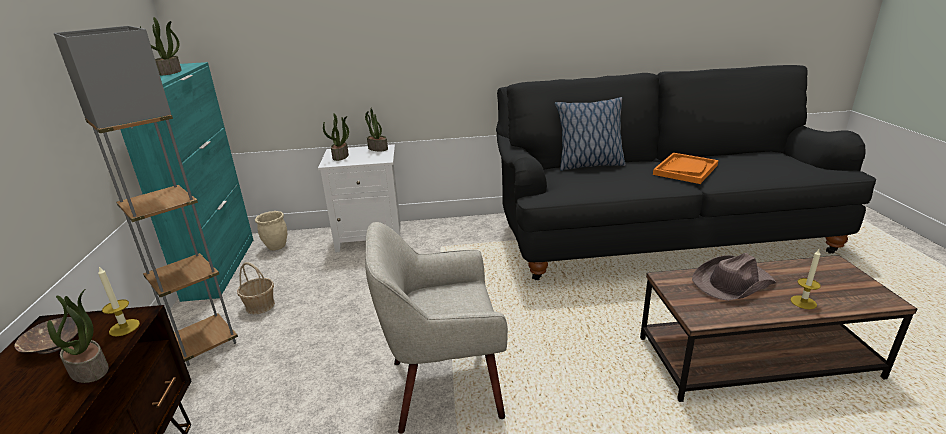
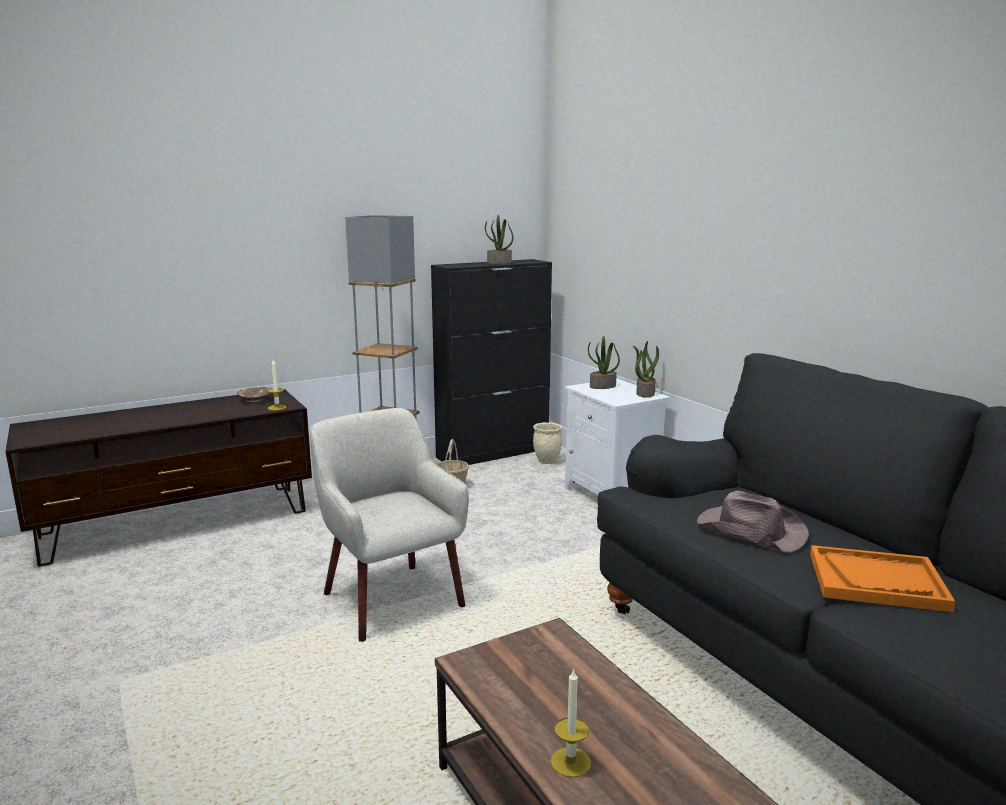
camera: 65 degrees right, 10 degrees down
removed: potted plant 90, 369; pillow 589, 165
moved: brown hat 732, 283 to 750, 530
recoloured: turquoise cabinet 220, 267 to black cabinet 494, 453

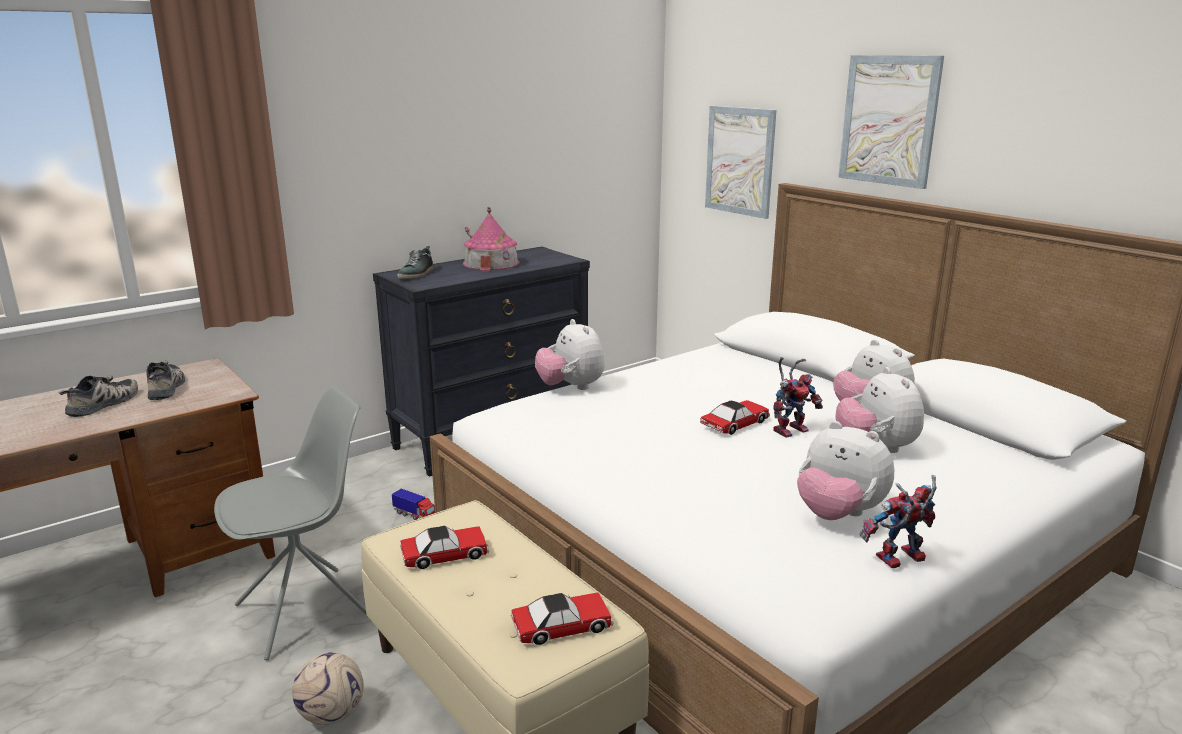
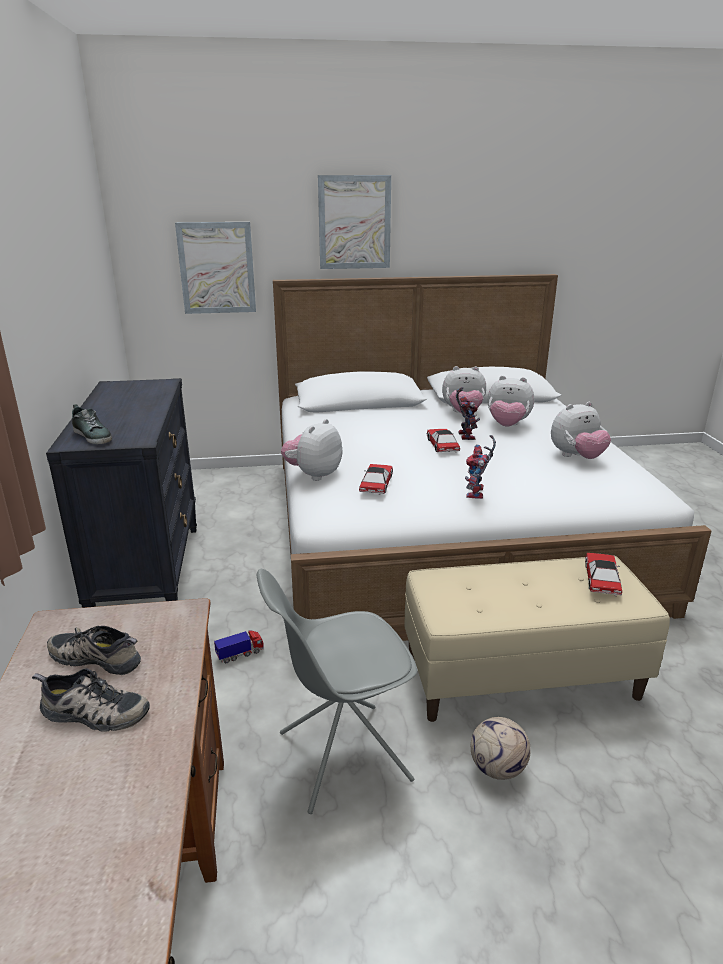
camera: 60 degrees left, 5 degrees up
removed: toy house 491, 263
moved: toy car 445, 555 to 376, 484; toy robot 899, 560 to 477, 494
turned: shoe 104, 404 = 92, 714 135 degrees clockwise; grey chair 307, 611 = 341, 756 105 degrees counterclockwise; plush toy 571, 387 = 313, 475 120 degrees clockwise

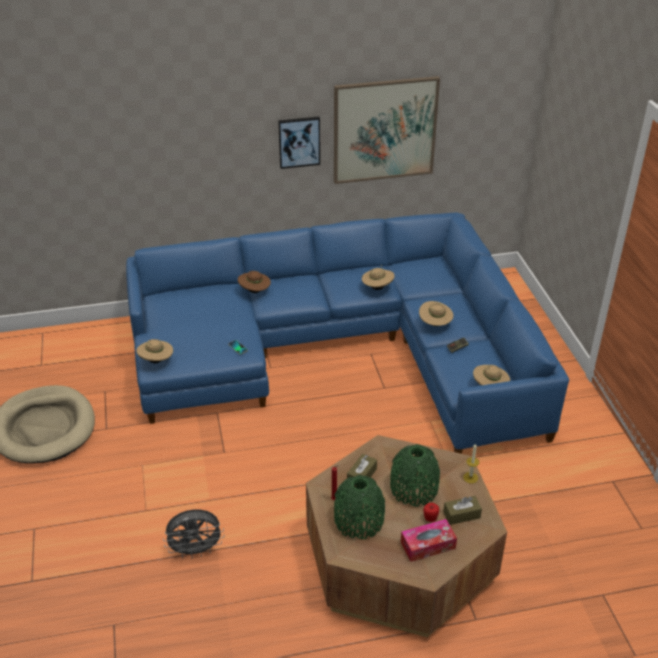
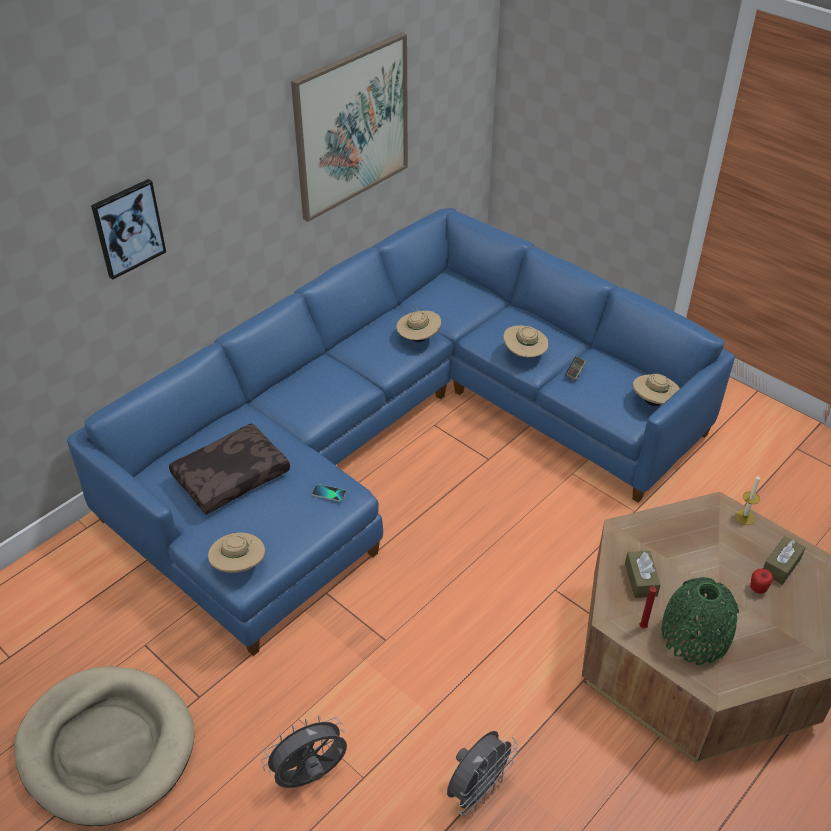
camera: 35 degrees left, 5 degrees up
removed: brown hat 255, 291; green vase 414, 489; tissue box 428, 545
added: brown pillow 231, 475; grey fan 310, 777
moved: picture 299, 142 to 128, 228

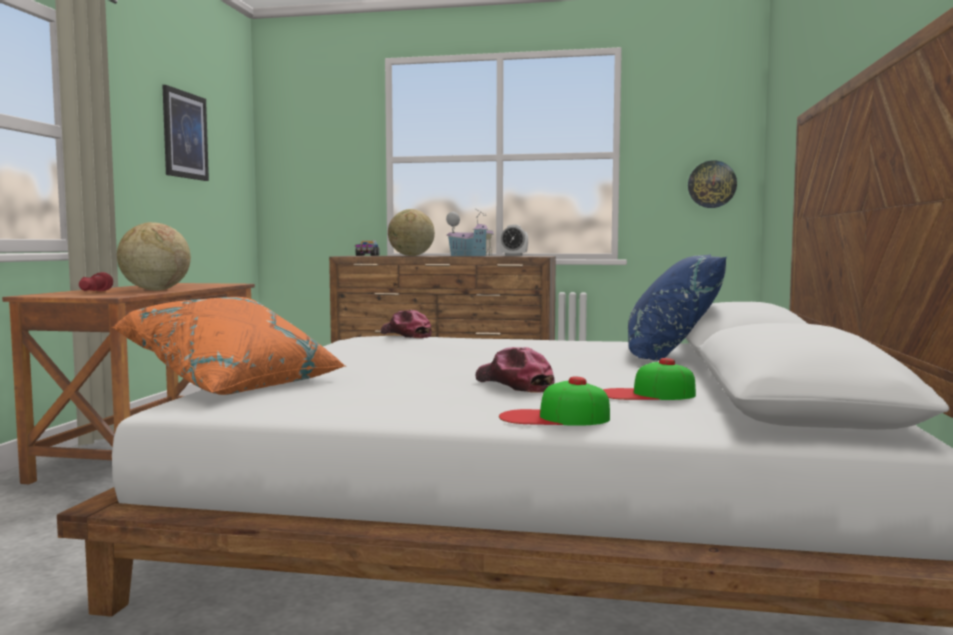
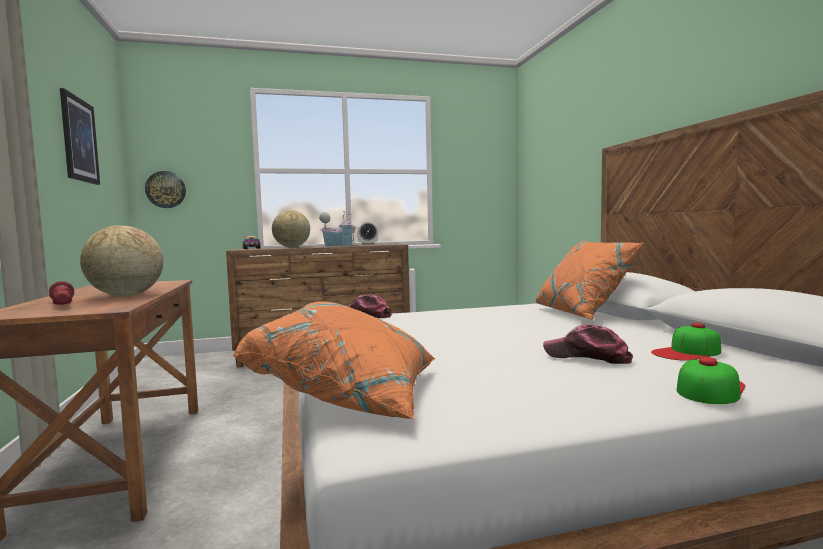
camera: 25 degrees left, 0 degrees up
moved: wall clock 712, 184 to 166, 189
recoloured: blue pillow 671, 355 to orange pillow 583, 314
turned: cap 554, 418 = 709, 388 150 degrees clockwise

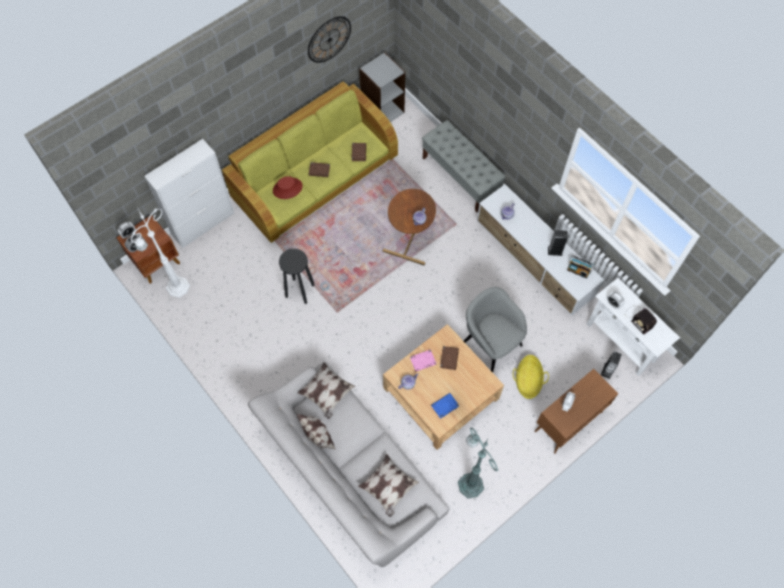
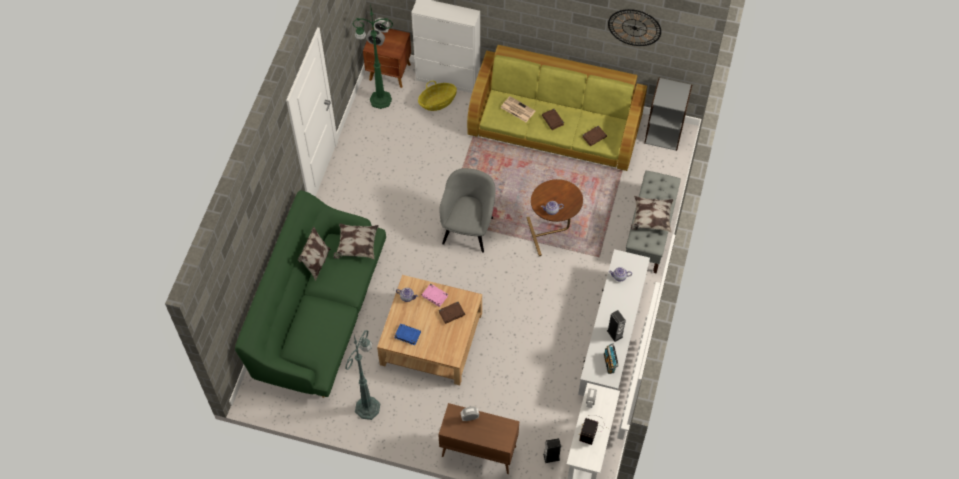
camera: 55 degrees right, 5 degrees down
removed: black stool 299, 290
moved: pillow 388, 487 to 651, 219; grey armchair 491, 342 to 468, 229; basket 528, 381 to 437, 102
replaced: red hat 287, 188 to newspaper 517, 109
recoloured: white floor lamp 177, 288 to green floor lamp 379, 99; grey sofa 350, 469 to green sofa 318, 313

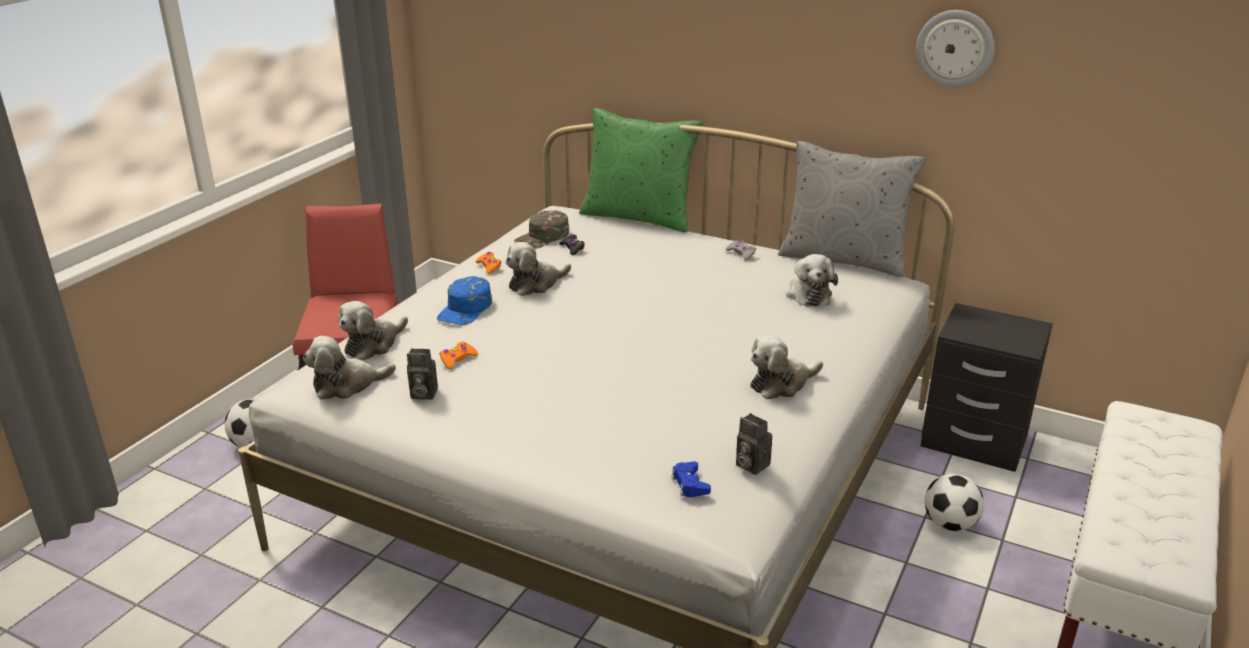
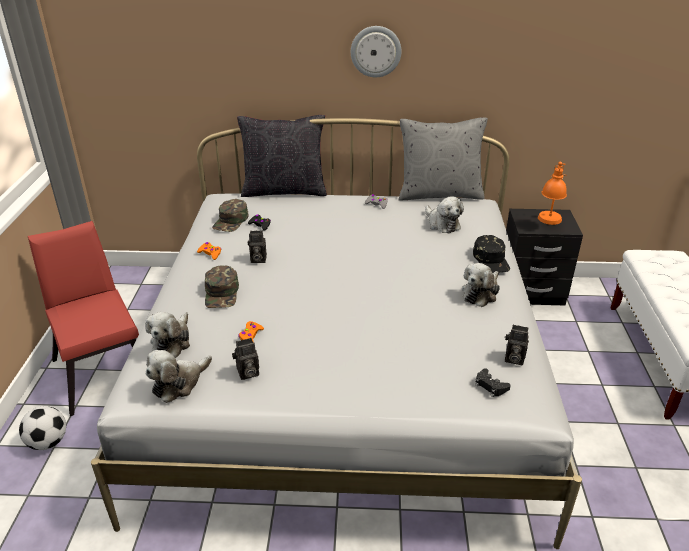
camera: 25 degrees left, 5 degrees up
removed: football 950, 524
added: black cap 491, 260; orange table lamp 548, 223
moved: wall clock 955, 48 to 375, 51
replaced: plush toy 535, 284 to photo camera 257, 259
recoloured: blue cap 465, 309 to green cap 222, 293; green pillow 638, 217 to black pillow 284, 191; blue game controller 690, 484 to black game controller 490, 386

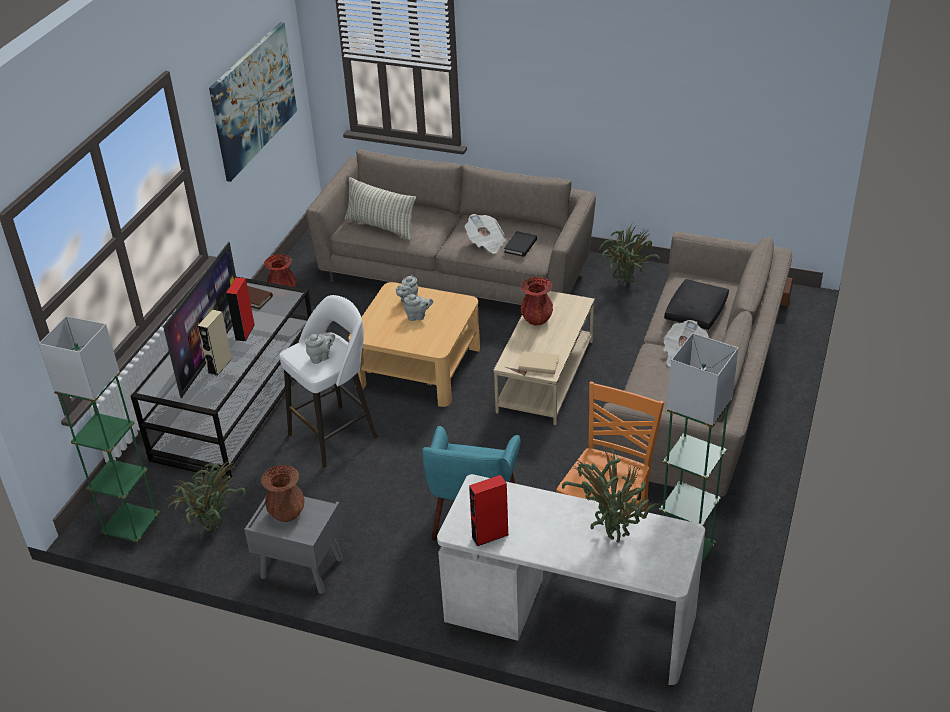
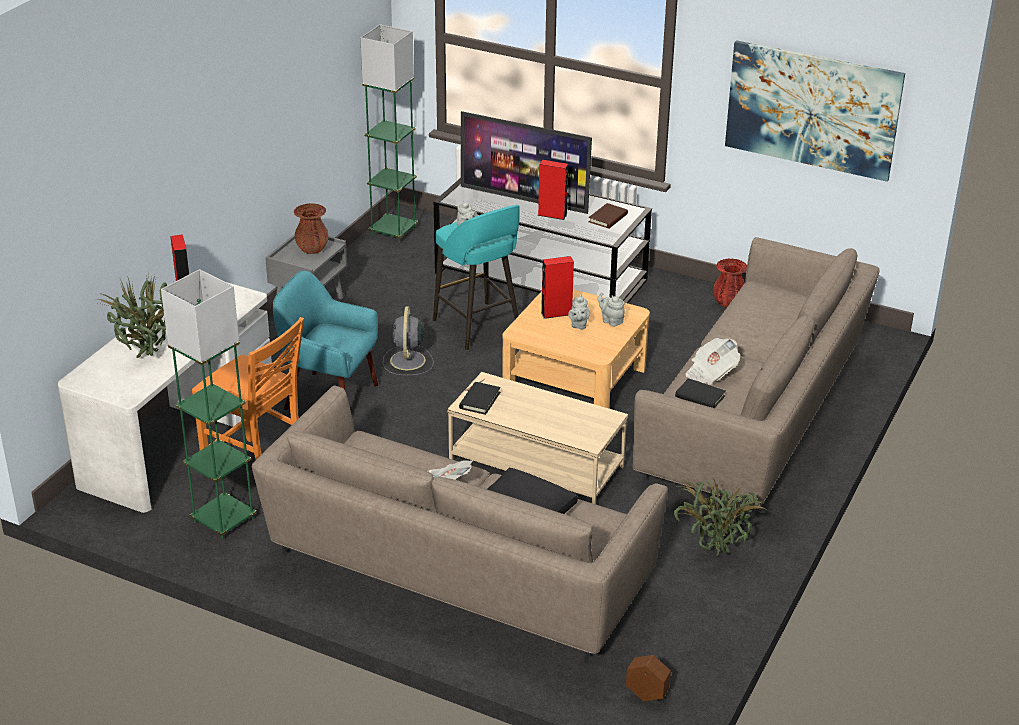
camera: 95 degrees right, 5 degrees down
removed: potted plant 212, 528; beige speaker 220, 365; pillow 381, 227; red vase 537, 319
added: grey fan 407, 361; red speaker 556, 313
recoloured: white stool 335, 435 to turquoise stool 478, 327; beige book 538, 365 to black book 479, 400

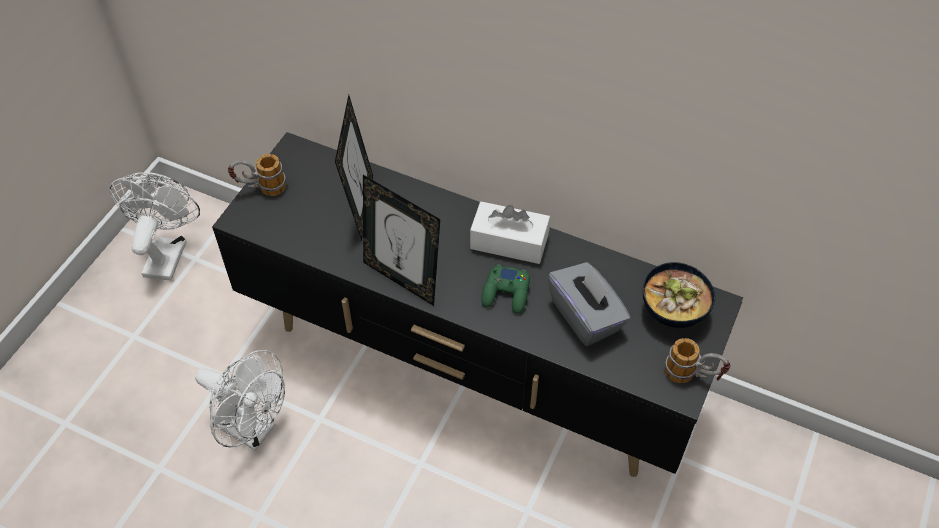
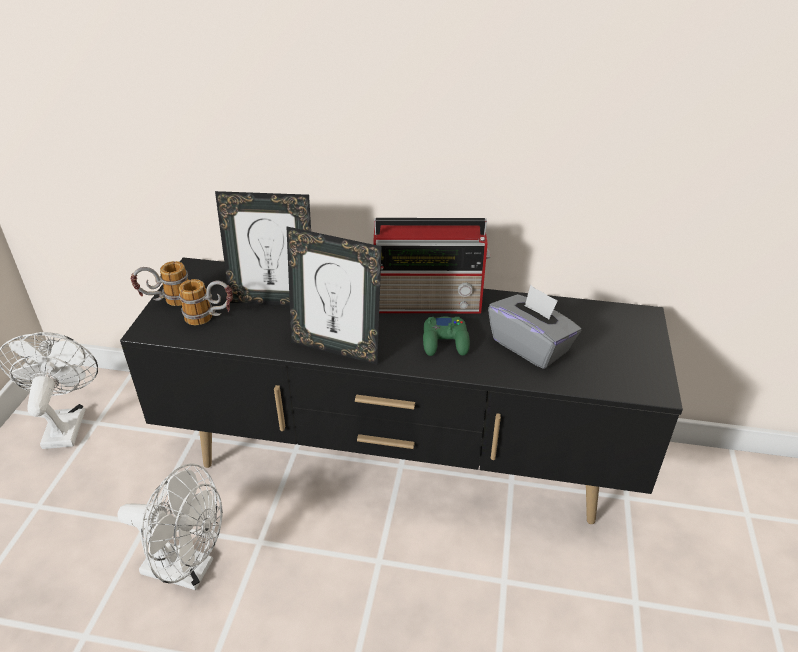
camera: 15 degrees left, 15 degrees down
removed: bowl 673, 310
moved: mug 692, 376 to 211, 318
replaced: white tissue box 509, 242 to radio 430, 302
turned: picture frame 360, 207 = 274, 300 105 degrees clockwise

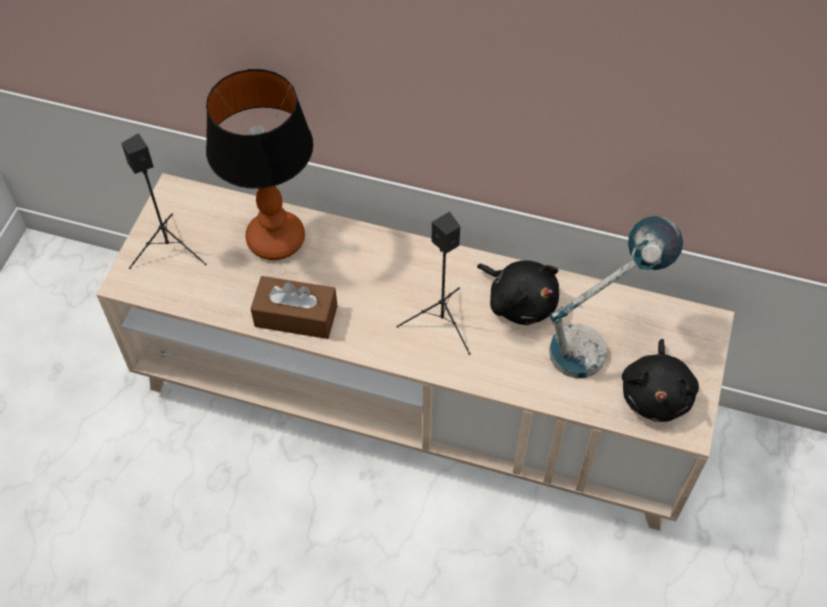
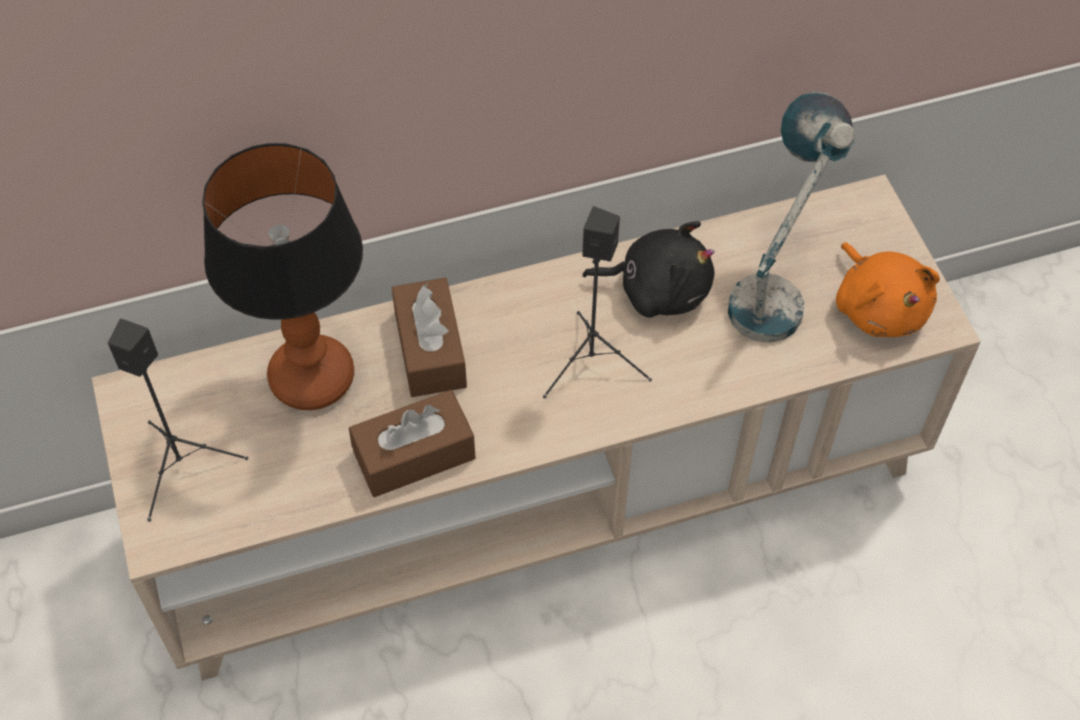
camera: 35 degrees left, 0 degrees up
added: brown tissue box 430, 349
recoloured: black plush toy 656, 394 to orange plush toy 879, 307

